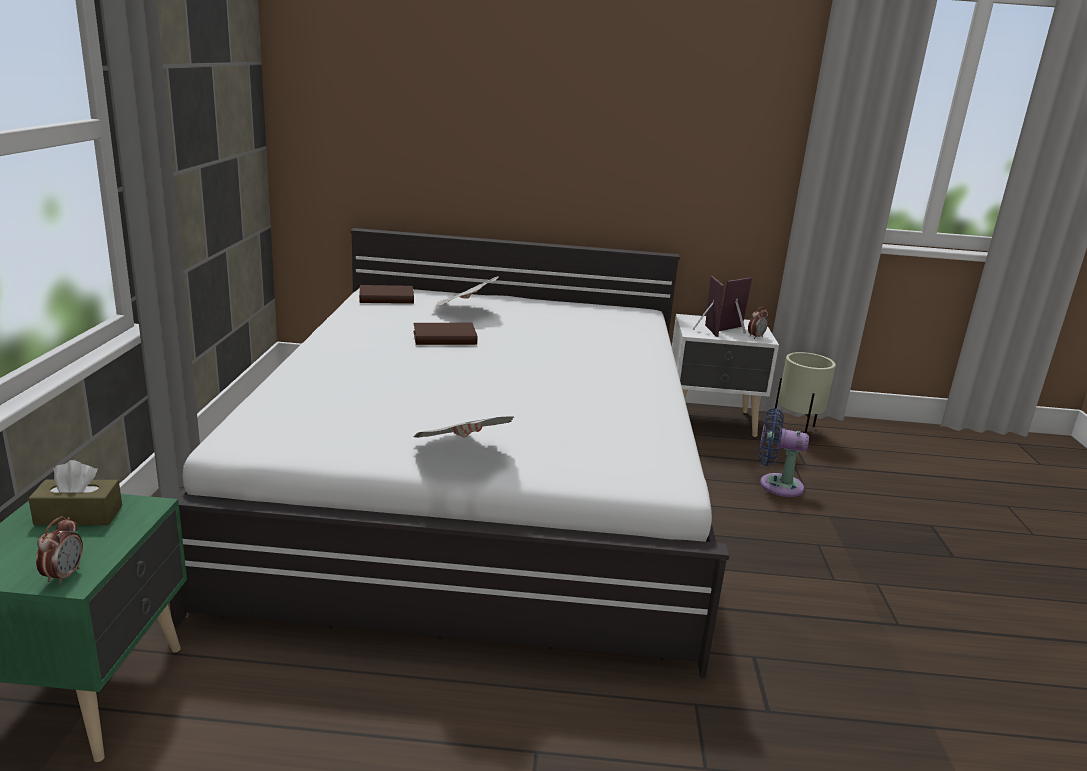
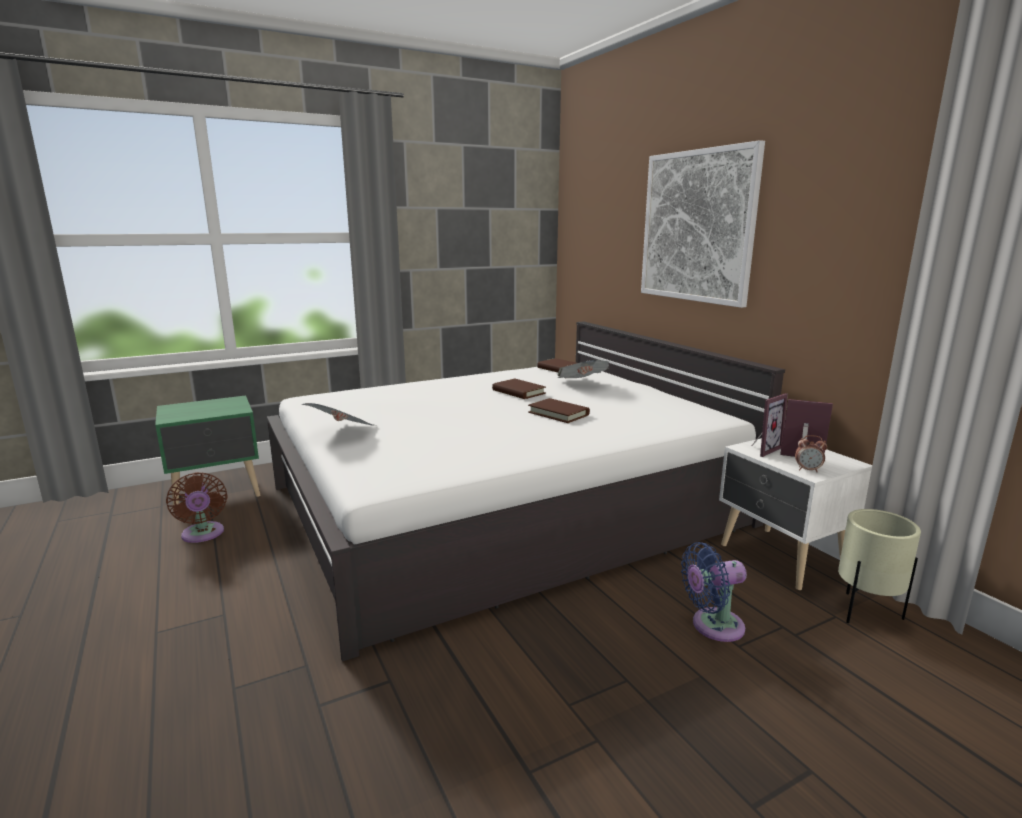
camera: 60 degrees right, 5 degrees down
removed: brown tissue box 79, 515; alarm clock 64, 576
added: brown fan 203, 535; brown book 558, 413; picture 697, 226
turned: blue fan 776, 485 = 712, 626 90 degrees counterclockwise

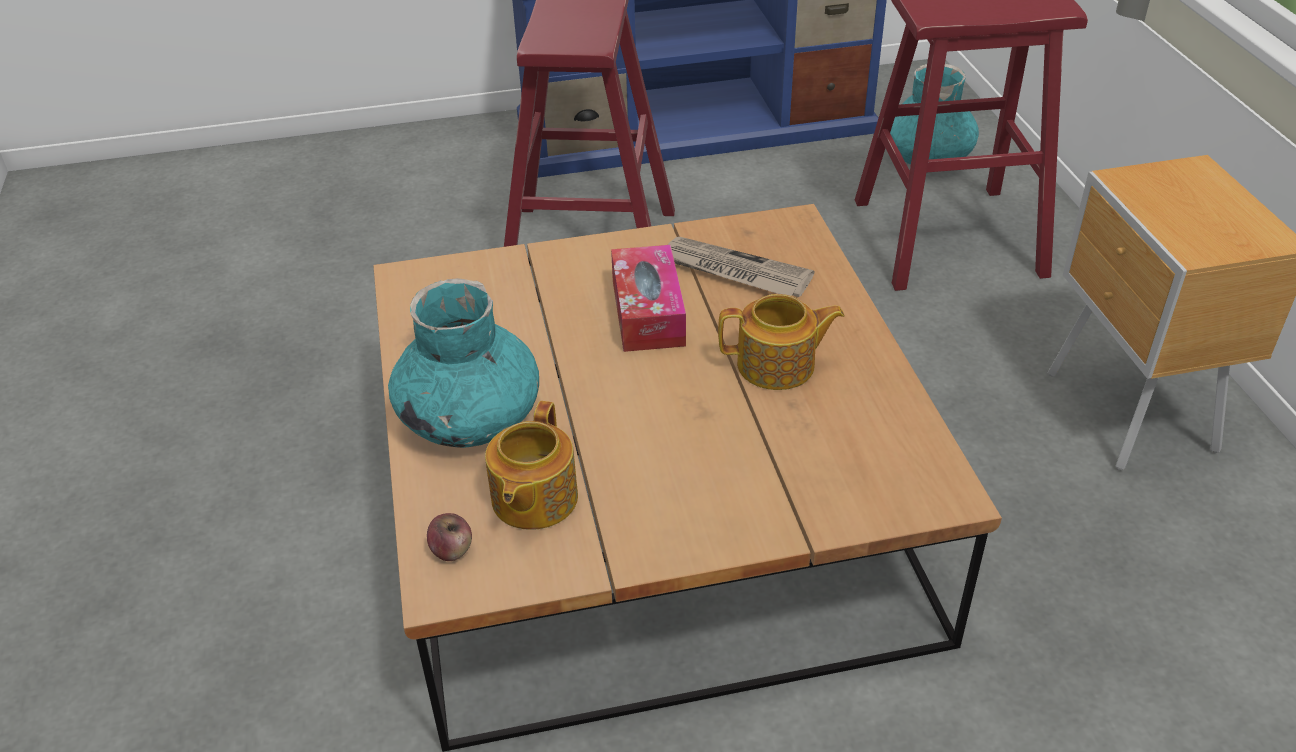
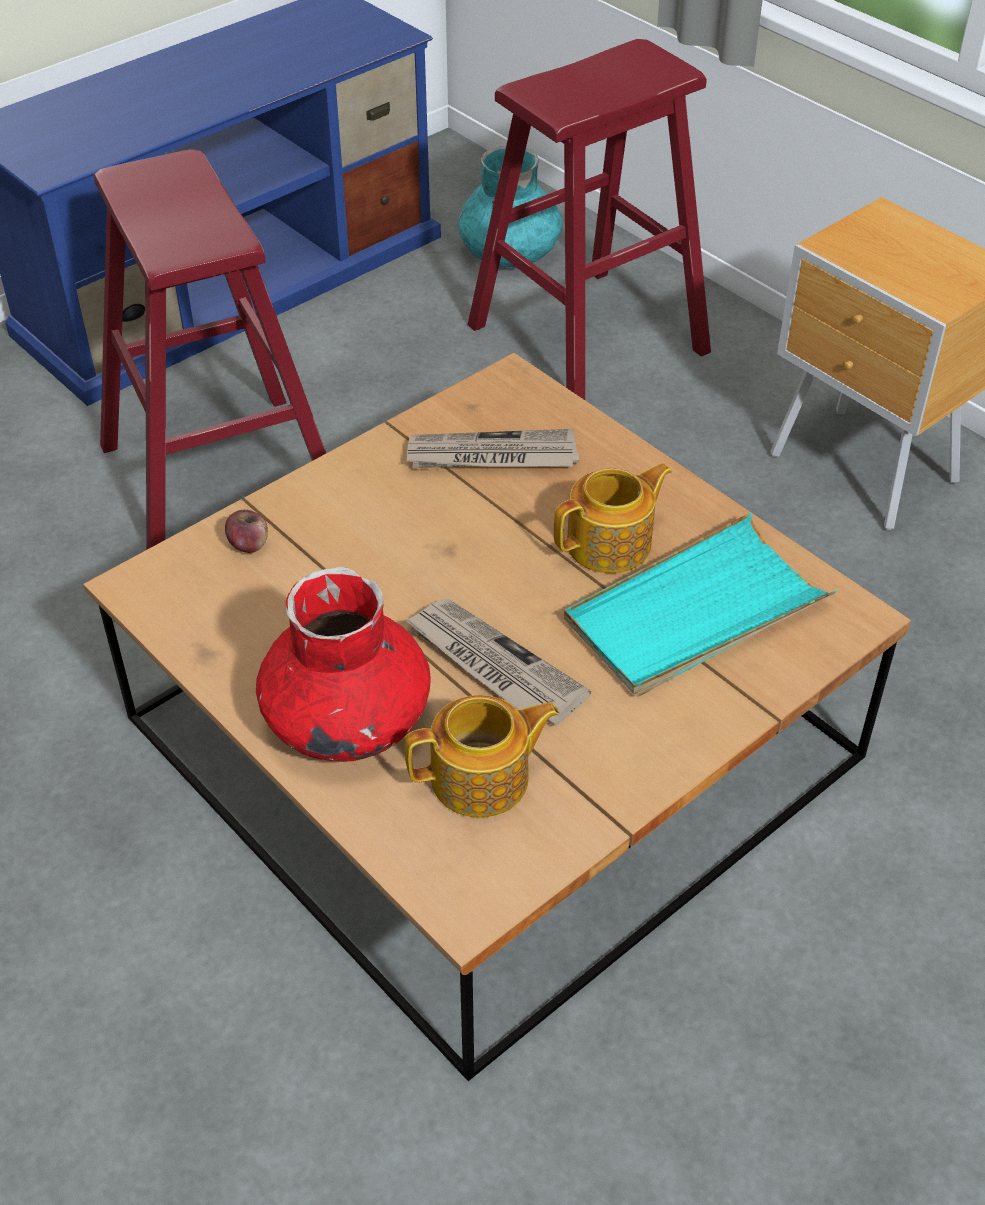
camera: 30 degrees left, 5 degrees up
removed: tissue box 648, 312
added: newspaper 493, 666; turquoise tray 695, 613
moved: apple 452, 550 to 249, 544
recoloured: turquoise vase 469, 418 to red vase 346, 719
turned: teapot 532, 499 = 482, 779 90 degrees counterclockwise

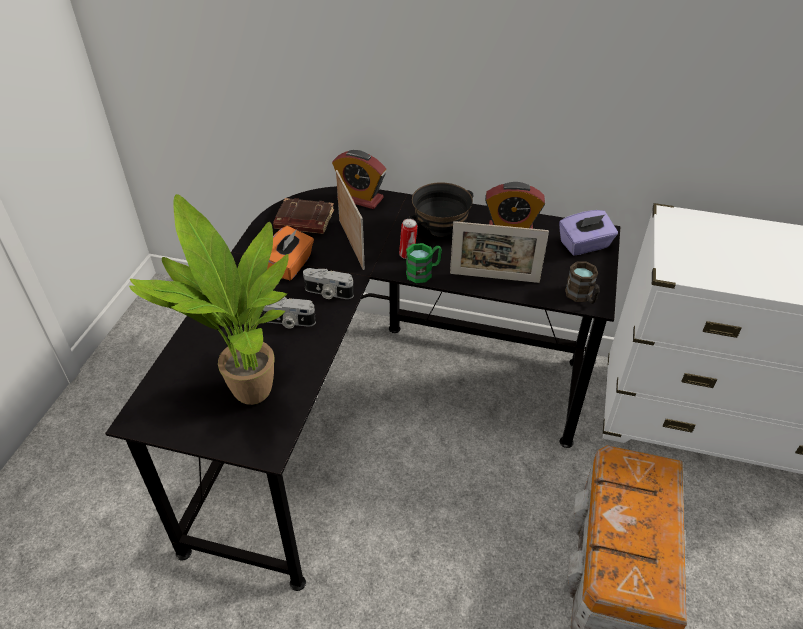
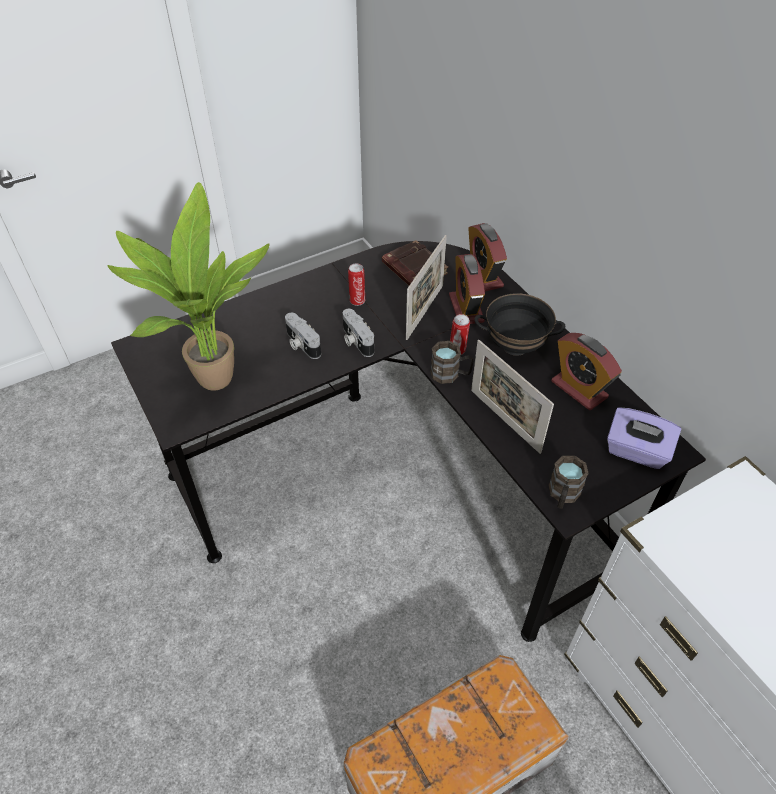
camera: 45 degrees right, 5 degrees up
added: alarm clock 466, 308
replaced: orange tissue box 290, 266 to can 357, 300
recoloured: green mug 424, 272 to brown mug 450, 374

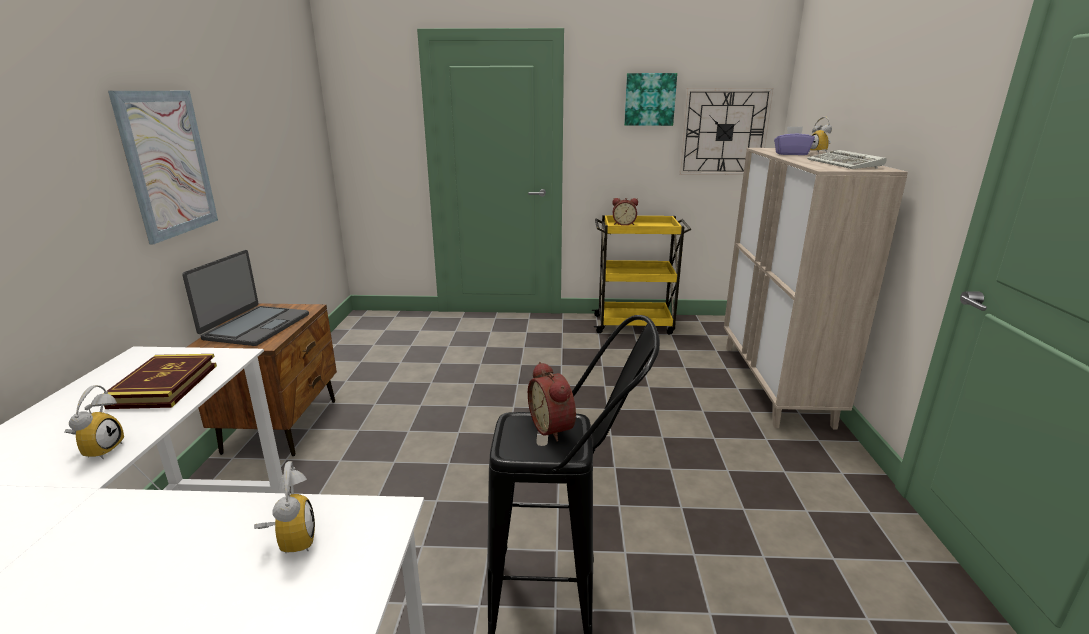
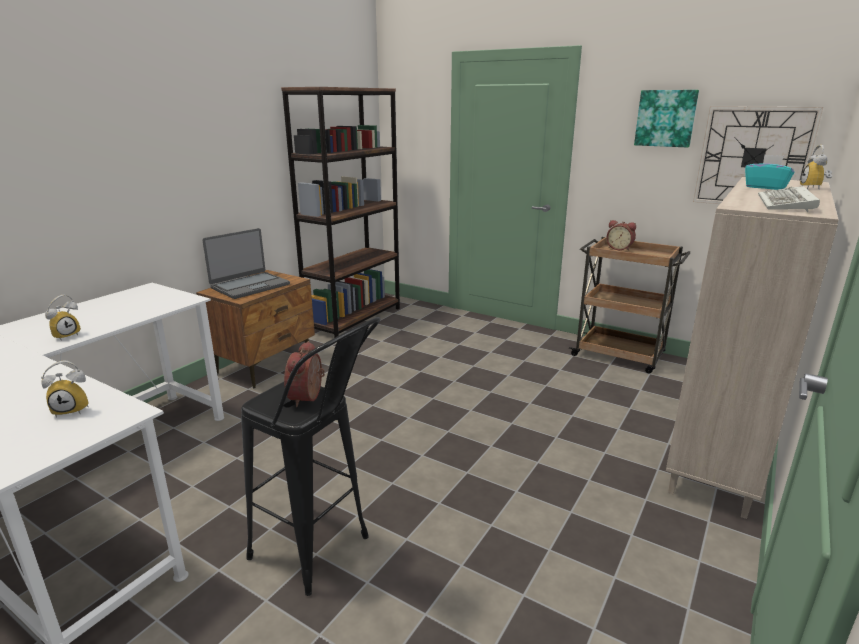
camera: 30 degrees right, 0 degrees up
removed: book 165, 386; picture 168, 164
added: brown bookcase 354, 319
recoloured: yellow cart 635, 324 to brown cart 619, 356; purple tissue box 791, 154 to turquoise tissue box 765, 187
turned: alarm clock 290, 541 = 74, 409 60 degrees clockwise

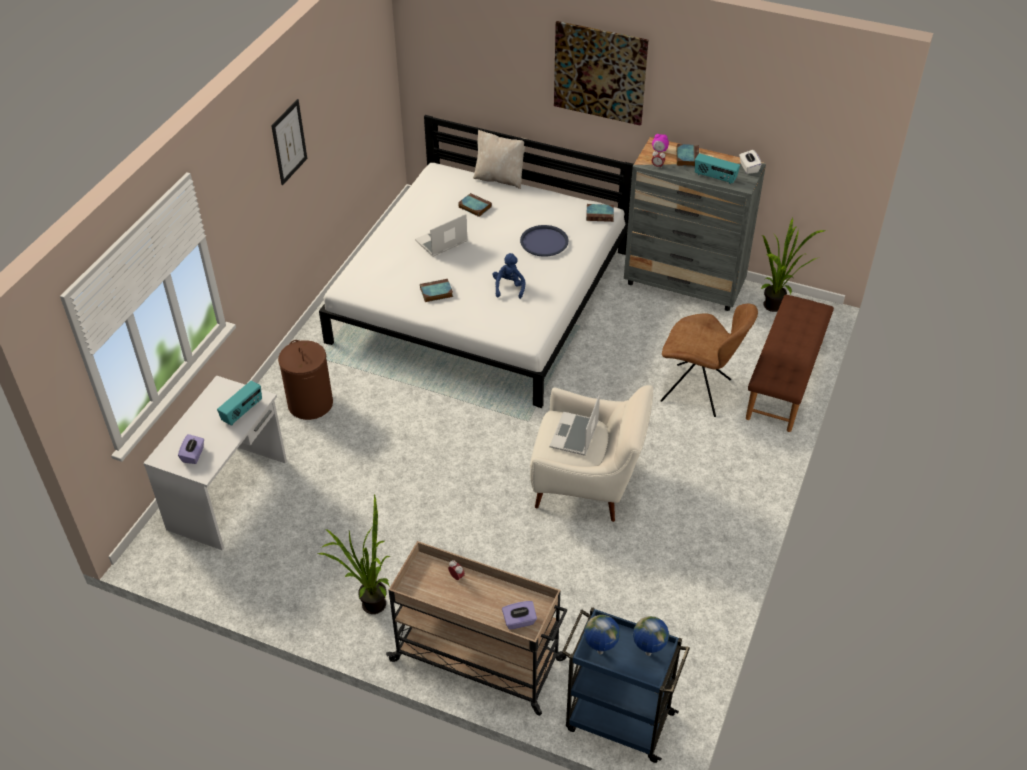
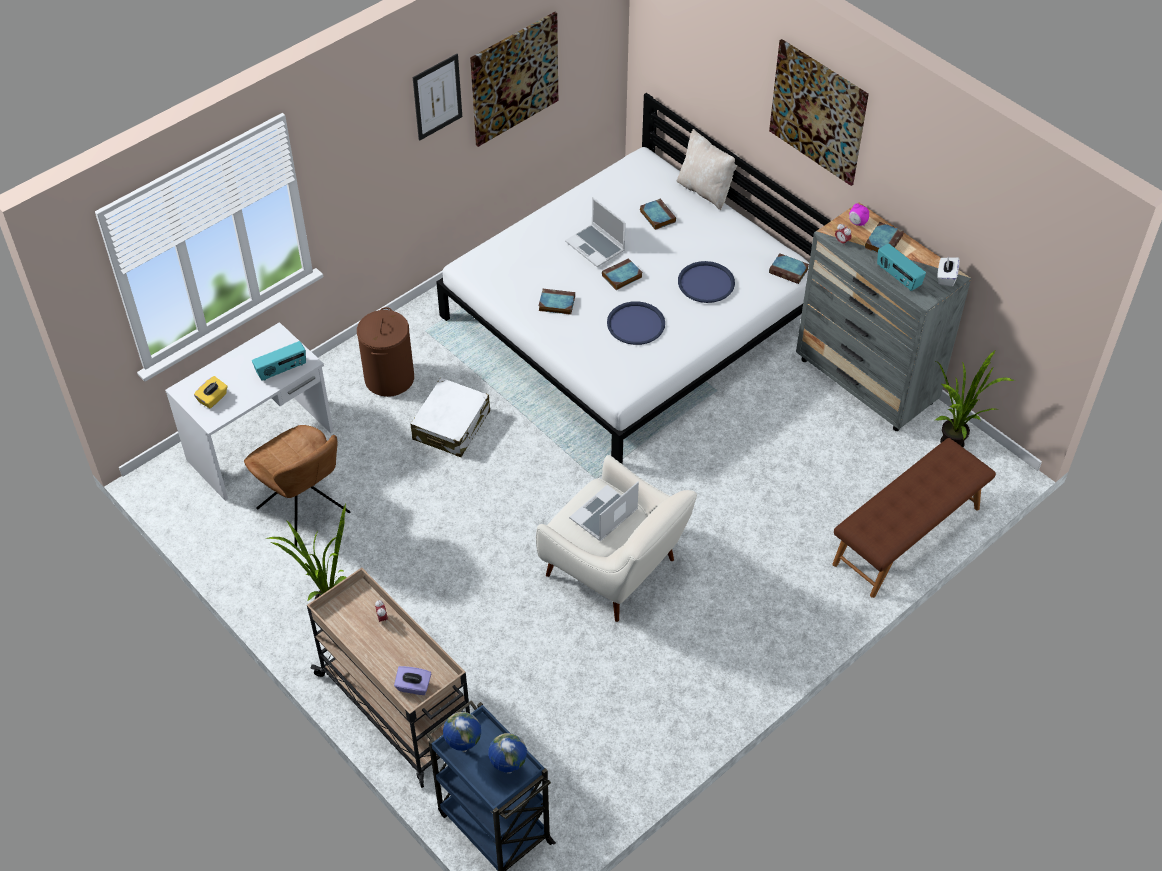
camera: 25 degrees right, 5 degrees up
added: white suitcase 452, 426; picture 514, 78; book 621, 277
moved: brown chair 699, 391 to 305, 513
replaced: blue plush toy 509, 287 to blue tray 636, 324
recoloured: purple tissue box 193, 455 to yellow tissue box 213, 399
turned: laptop 441, 242 = 596, 247 120 degrees counterclockwise

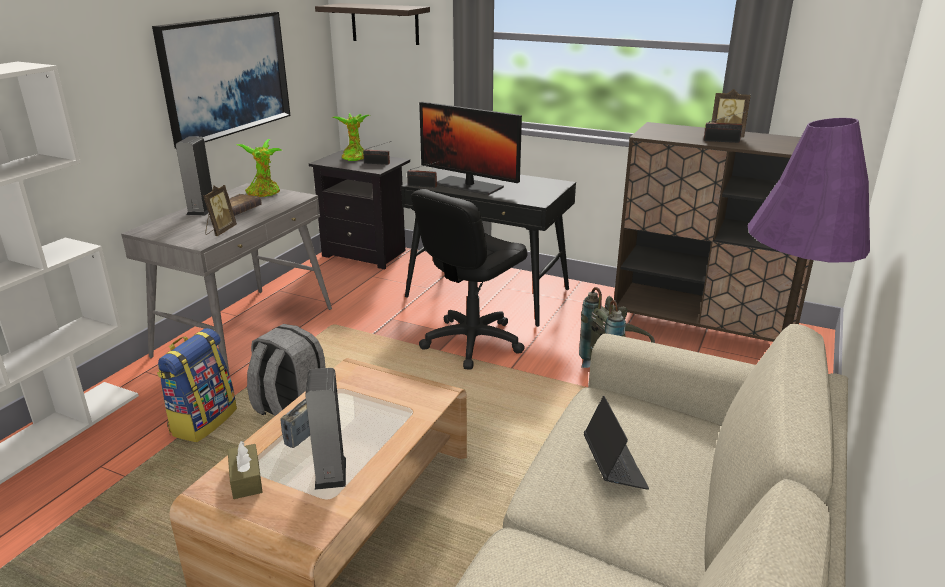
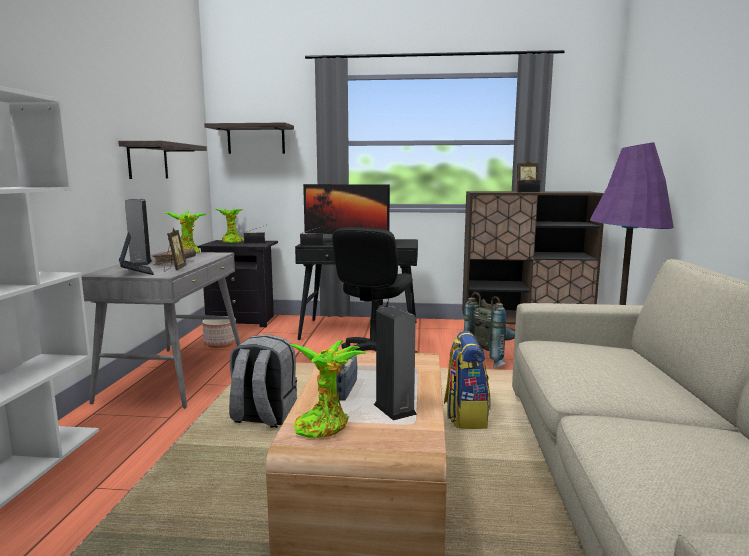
camera: 20 degrees left, 15 degrees down
added: planter 220, 343
moved: backpack 203, 421 to 465, 416; laptop 614, 467 to 136, 272
replaced: picture 225, 76 to shelf 148, 161; brown tissue box 246, 479 to potted plant 324, 425

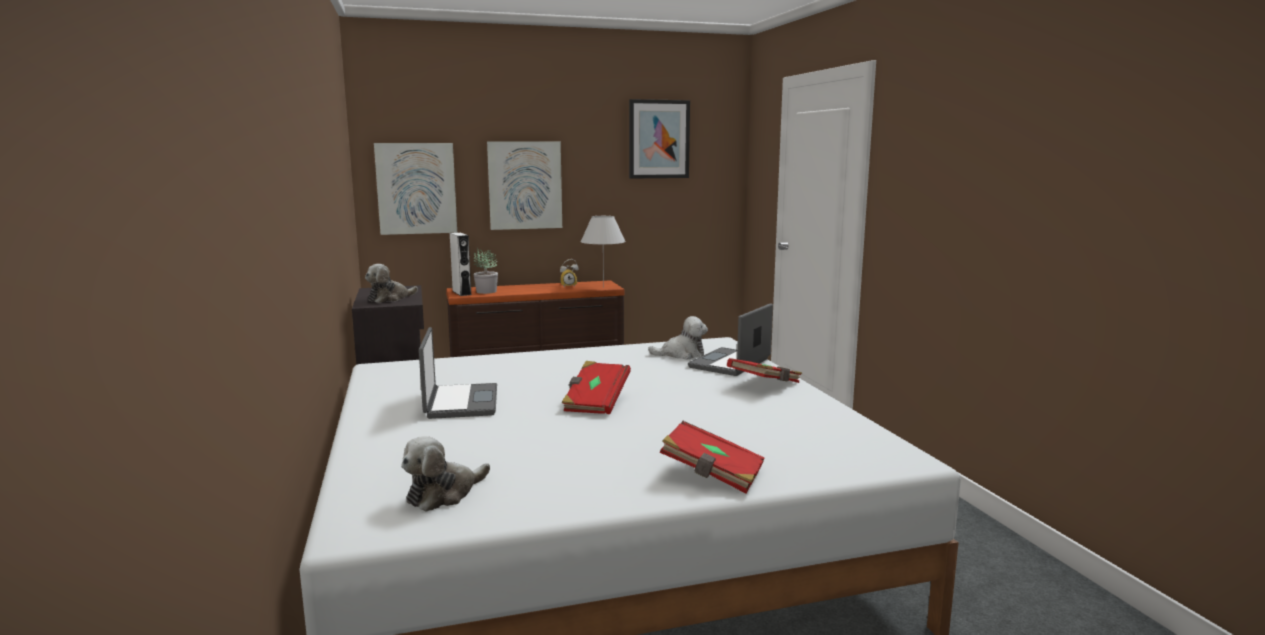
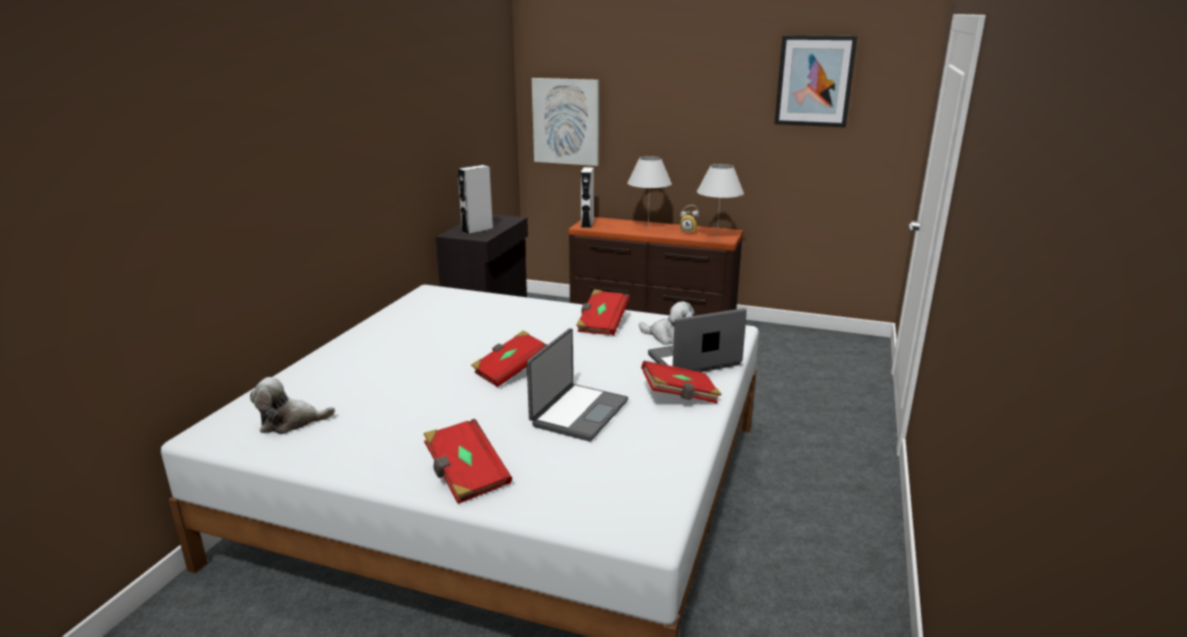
camera: 35 degrees right, 10 degrees up
removed: potted plant 486, 291; picture 525, 185
added: red book 602, 324; white table lamp 648, 228
moved: laptop 460, 402 to 578, 412
replaced: plush toy 390, 299 to grey speaker 477, 230

